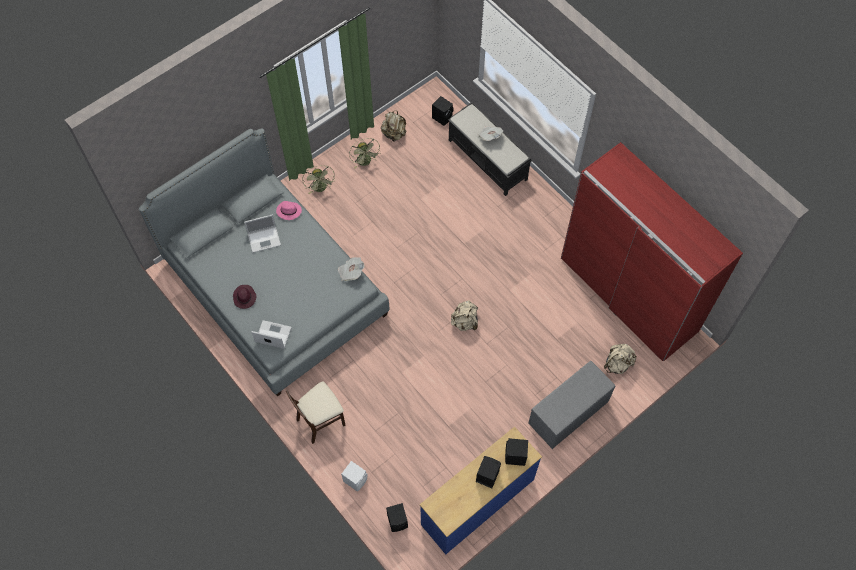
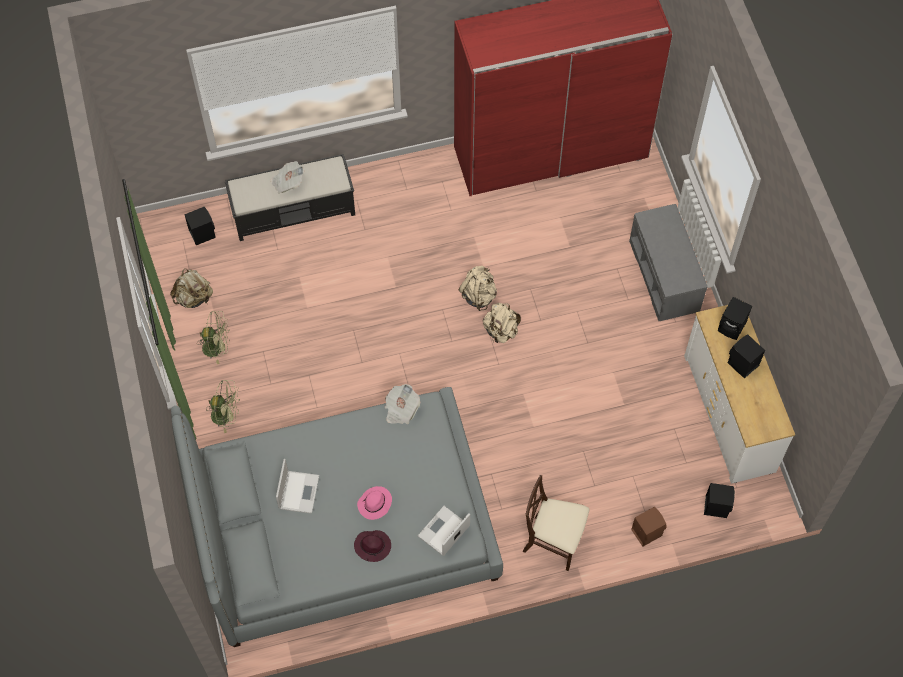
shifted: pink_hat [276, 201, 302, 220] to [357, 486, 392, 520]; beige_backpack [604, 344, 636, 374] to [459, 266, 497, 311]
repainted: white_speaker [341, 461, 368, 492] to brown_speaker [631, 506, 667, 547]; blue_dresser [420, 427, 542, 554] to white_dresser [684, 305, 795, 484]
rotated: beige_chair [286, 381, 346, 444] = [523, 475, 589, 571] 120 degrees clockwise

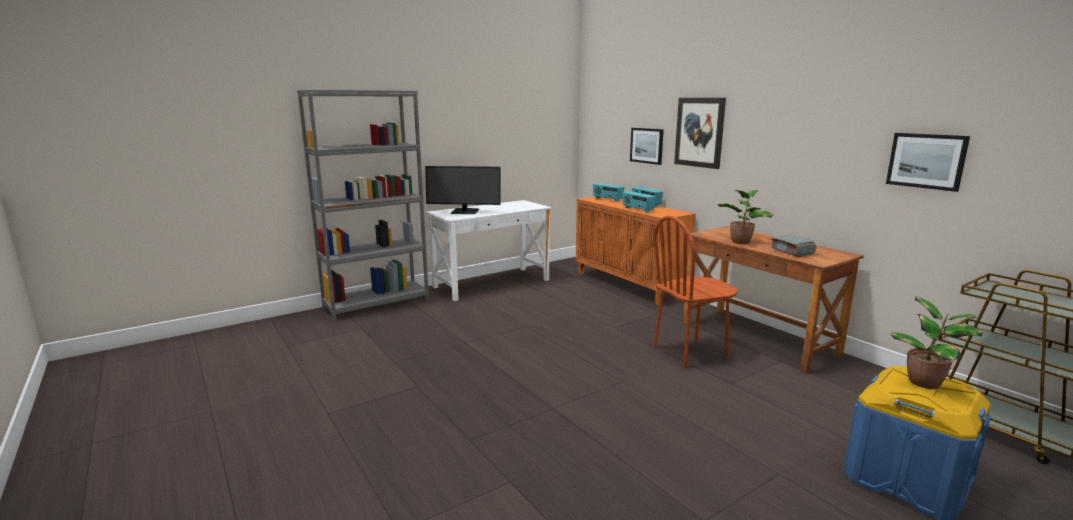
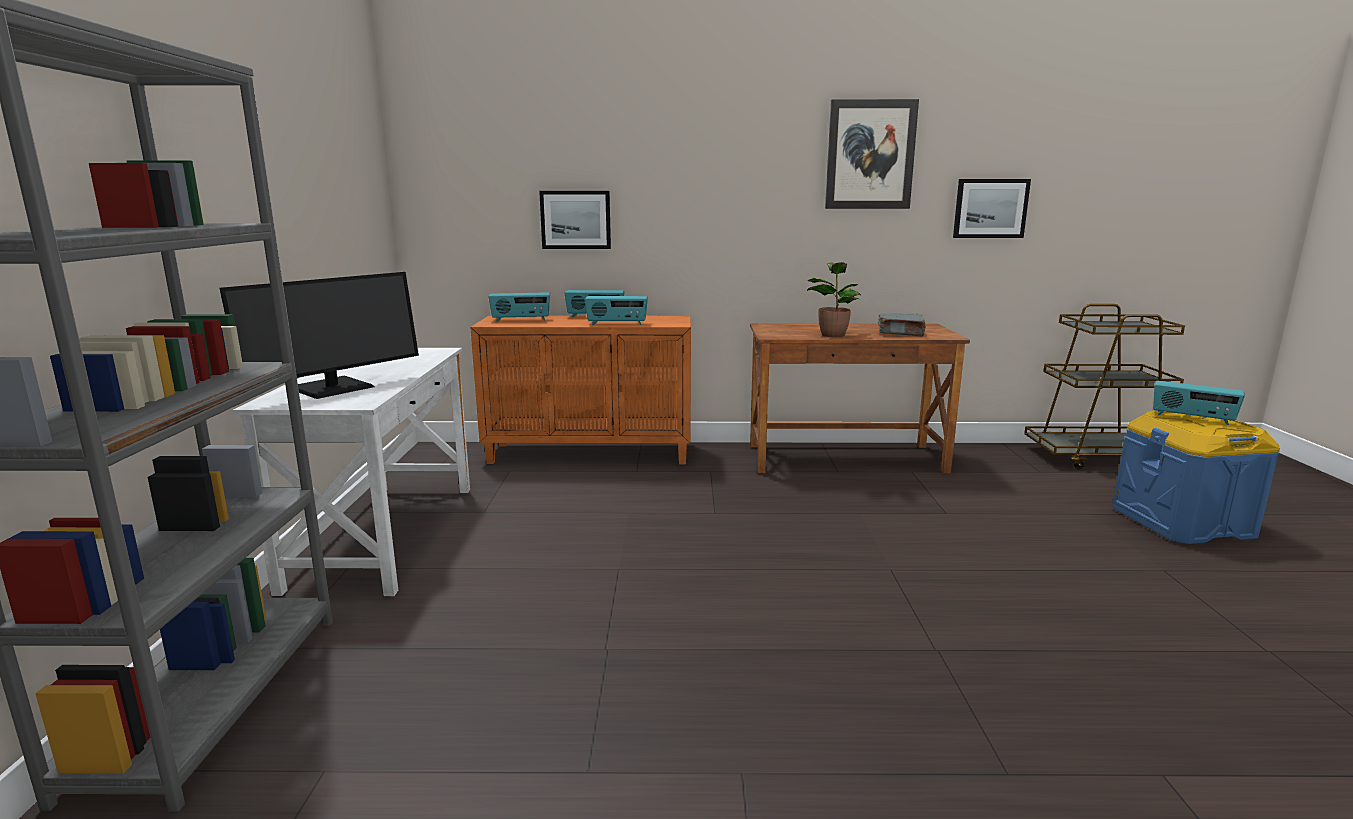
gone: brown_chair [653, 216, 738, 368]
shifted: picture [674, 98, 726, 169] to [825, 99, 919, 209]
swapped: potted_plant [891, 297, 982, 389] to radio [1153, 381, 1245, 425]

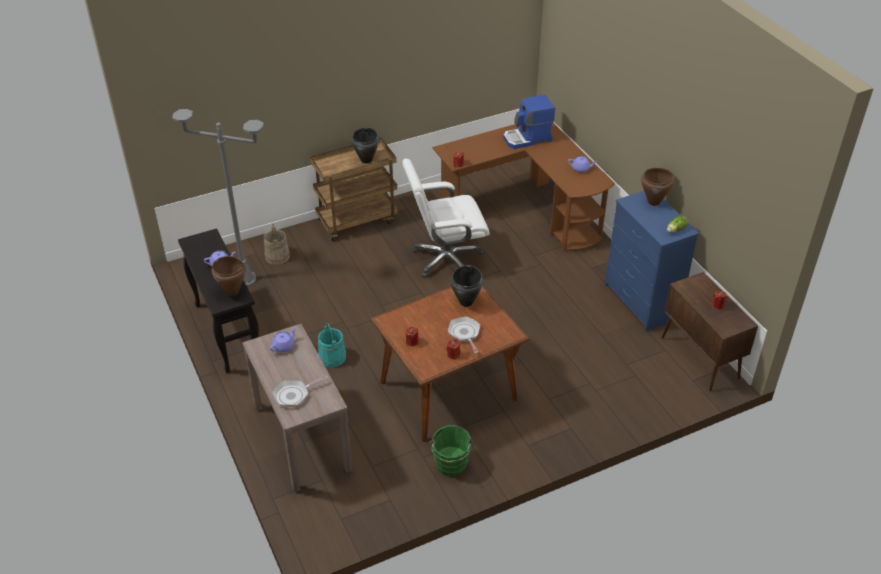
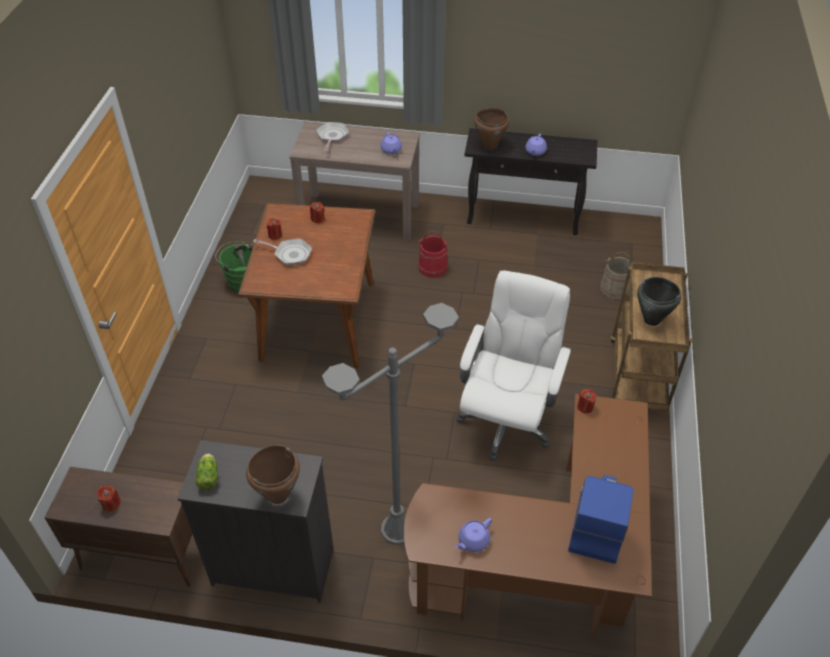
gone: black_cooking_pot [450, 265, 483, 307]
shifted: grey_floor_lamp [172, 109, 264, 287] to [322, 303, 459, 545]
repainted: turquoise_bucket [318, 323, 346, 367] to red_bucket [418, 231, 449, 278]; blue_dresser [605, 191, 699, 331] to black_dresser [177, 440, 334, 603]

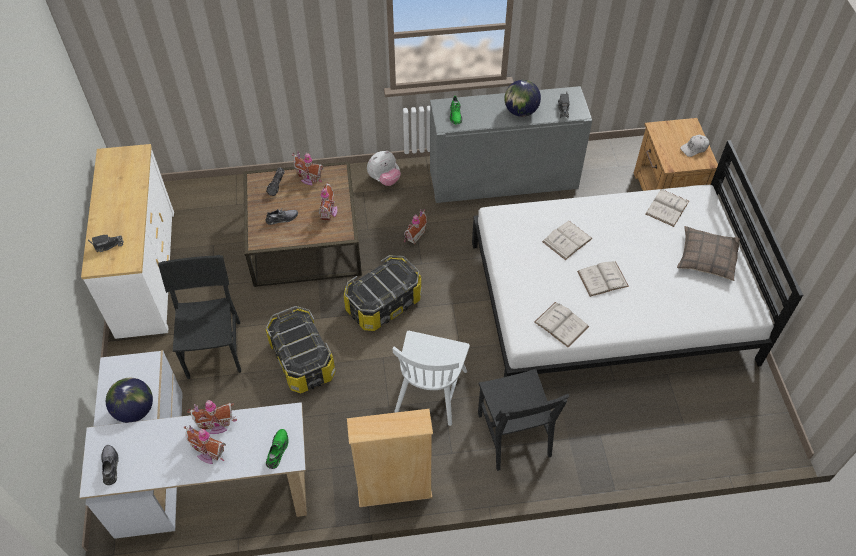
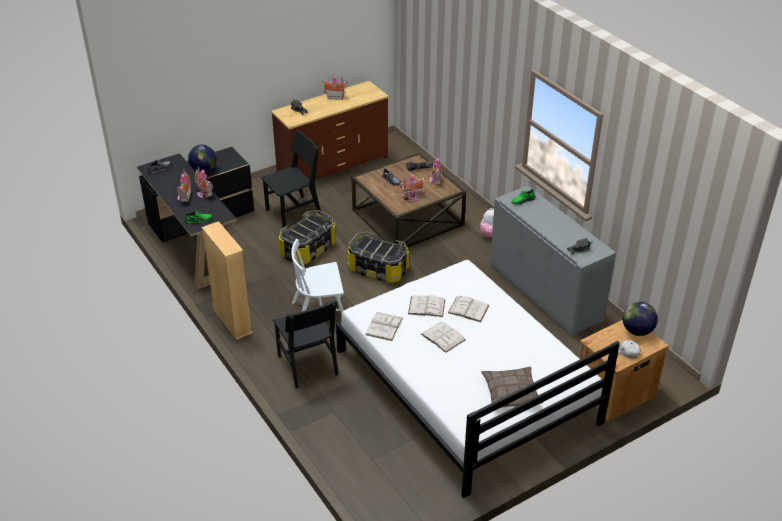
shifted: toy_house [404, 209, 427, 244] to [322, 75, 348, 100]; globe [504, 80, 541, 117] to [623, 302, 658, 336]; white_book [646, 189, 689, 227] to [408, 295, 445, 317]
repainted: white_desk [79, 350, 307, 539] to black_desk [137, 147, 254, 290]; white_dresser [81, 144, 174, 339] to brown_dresser [271, 81, 389, 180]
rotated: black_chair [478, 369, 570, 471] = [273, 300, 338, 389] 75 degrees counterclockwise

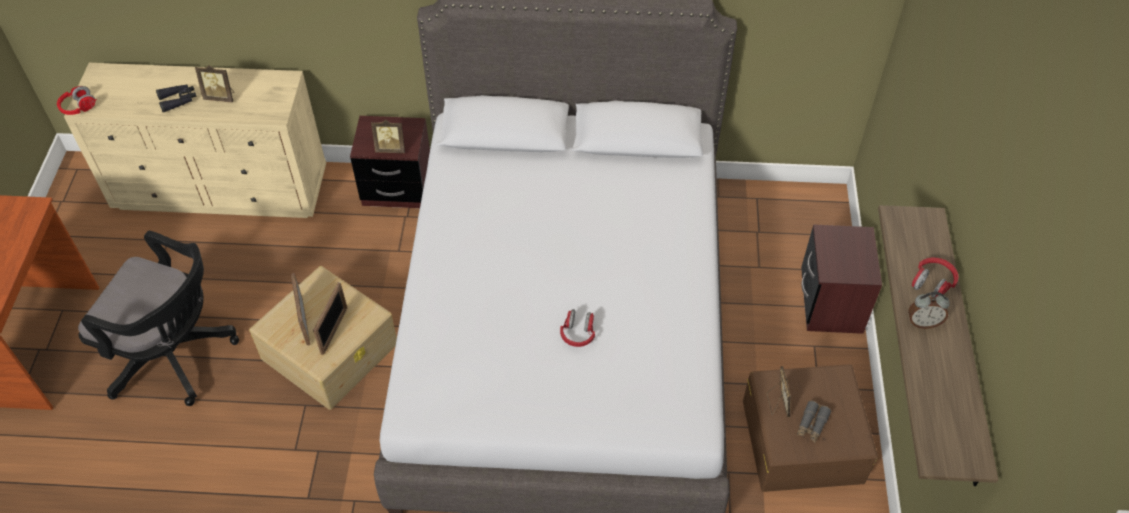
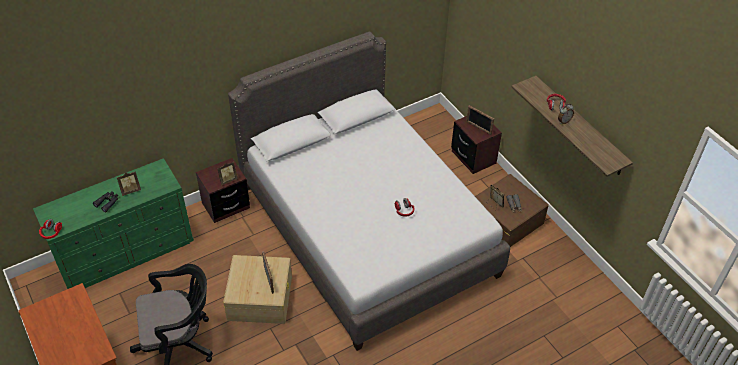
shifted: picture_frame [291, 273, 310, 345] to [466, 105, 494, 135]
repainted: beige_dresser [64, 63, 326, 218] to green_dresser [33, 158, 194, 289]

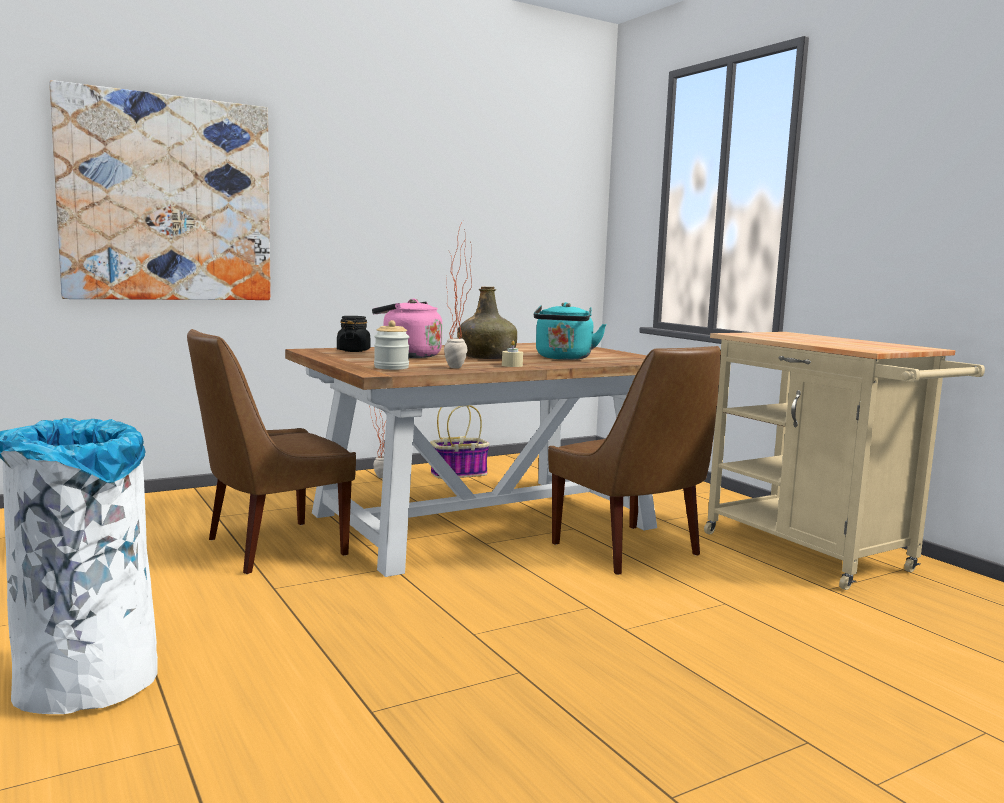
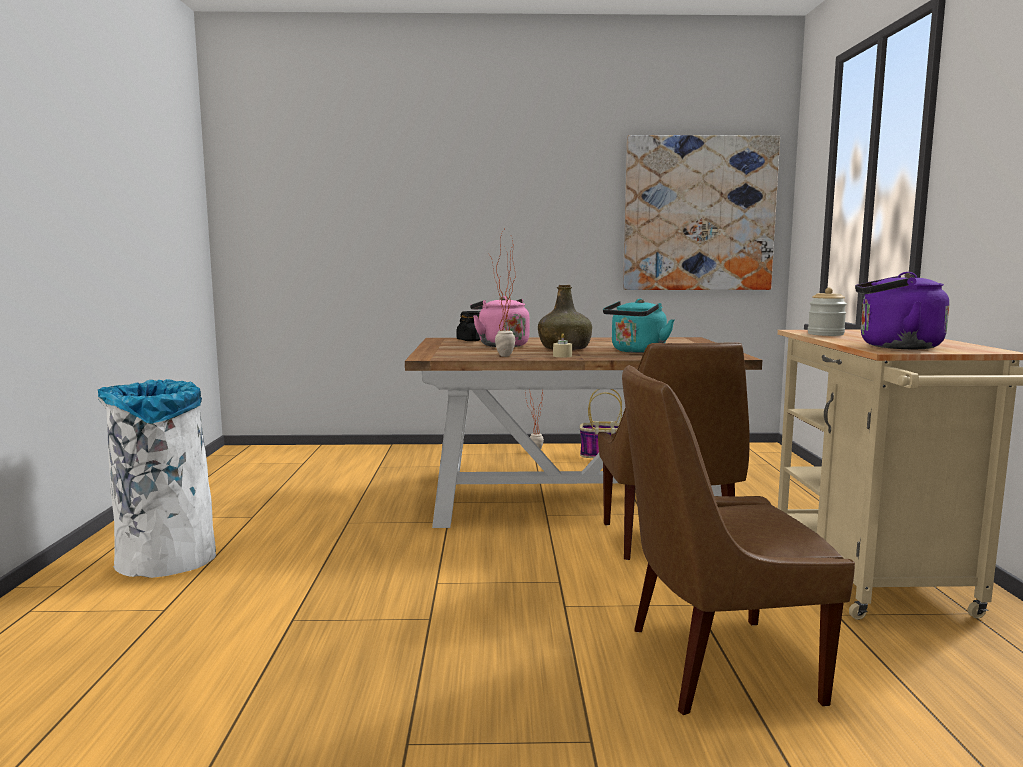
new: purple_kettle [855, 272, 949, 349]
shifted: picture [49, 80, 271, 300] to [623, 135, 780, 290]; brown_chair [187, 329, 356, 574] to [622, 365, 855, 715]; jar [374, 320, 409, 370] to [808, 288, 847, 336]

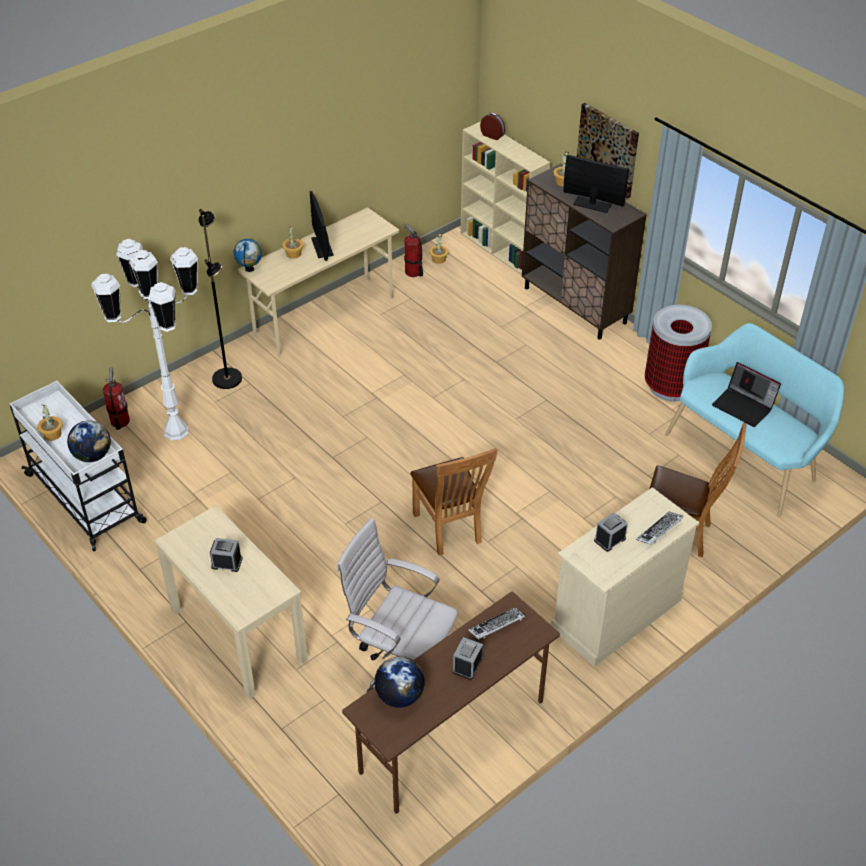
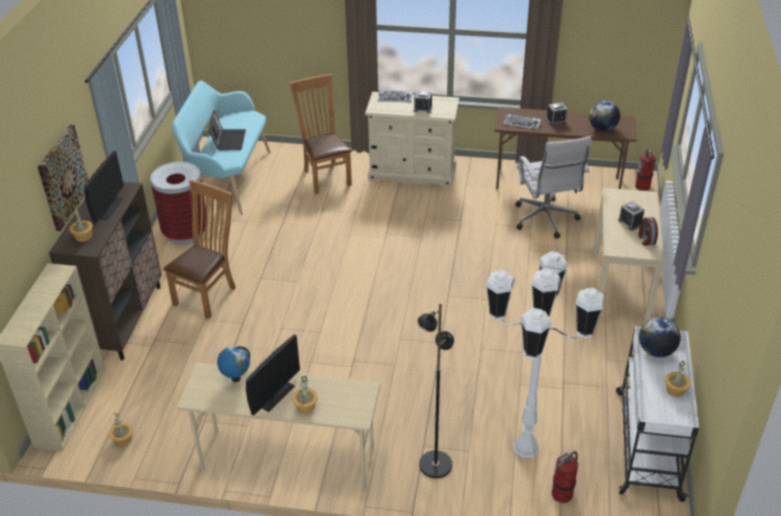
shifted: globe [234, 239, 262, 272] to [217, 346, 250, 382]; fire_extinguisher [404, 223, 423, 277] to [635, 148, 656, 191]; brown_chair [410, 448, 498, 555] to [163, 180, 236, 319]; alarm_clock [480, 113, 505, 140] to [638, 217, 658, 246]
rotated: monitor [564, 154, 629, 213] = [84, 151, 124, 223] 150 degrees counterclockwise

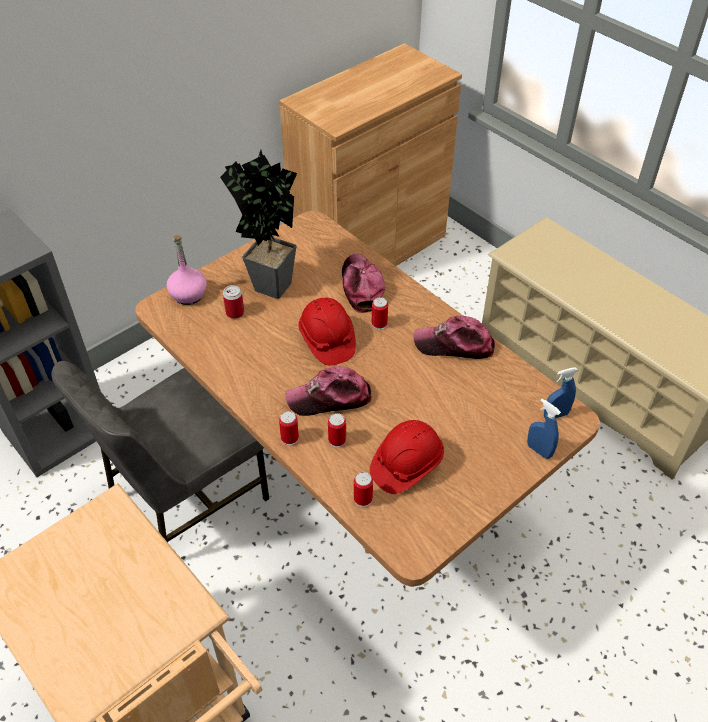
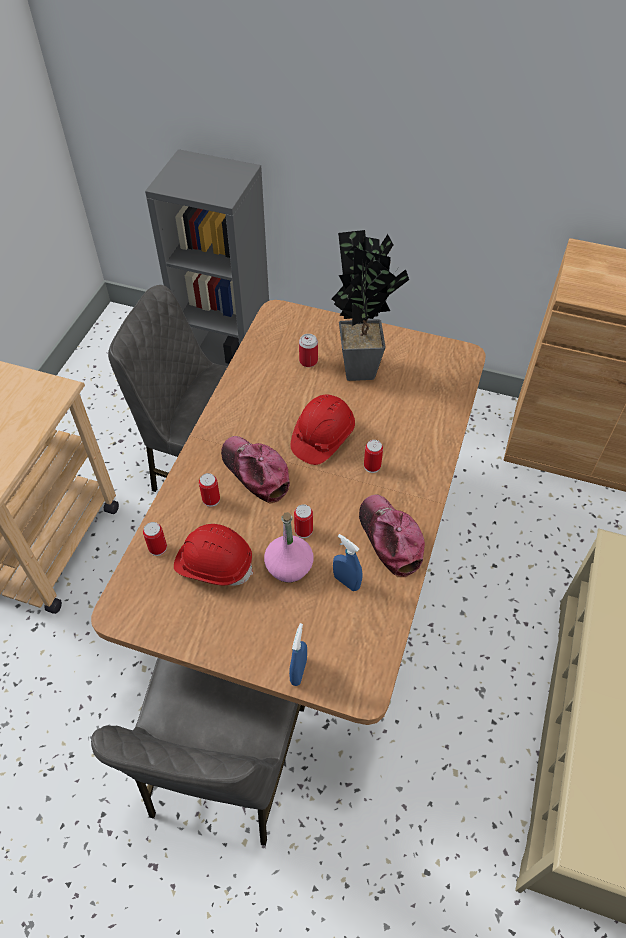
gone: cap [342, 254, 385, 313]
new: grey_chair [91, 658, 305, 846]
shifted: pink_bottle [166, 235, 207, 305] to [264, 512, 313, 583]; can [279, 411, 299, 445] to [294, 504, 313, 538]; blue_spray_bottle [544, 367, 578, 419] to [333, 534, 362, 591]

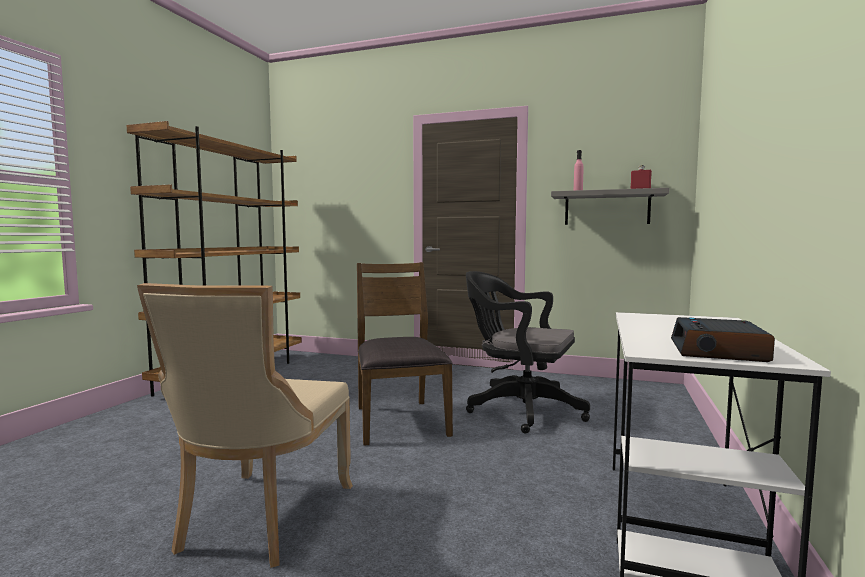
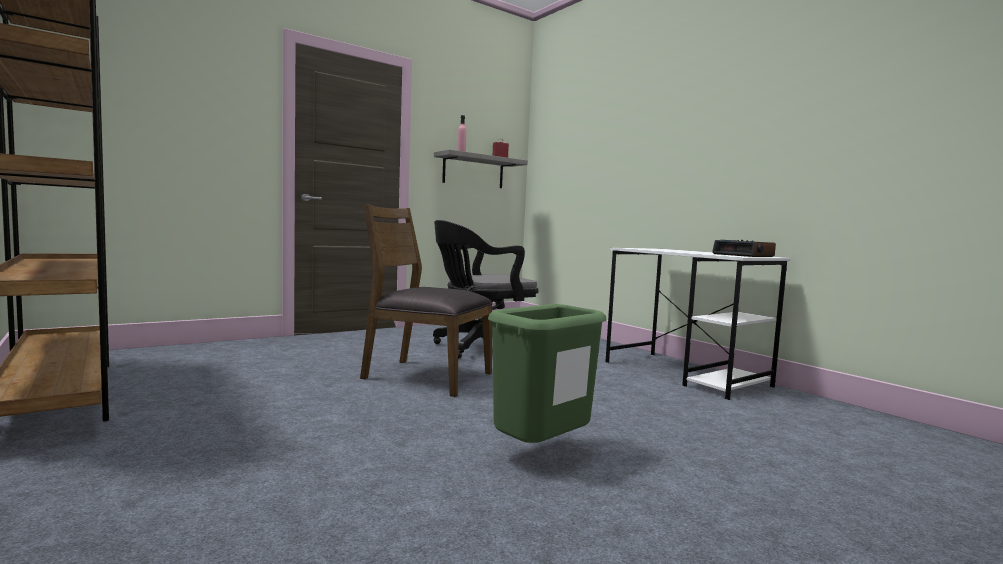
swapped: beige_chair [137, 283, 353, 568] to green_trash_can [488, 304, 607, 455]

